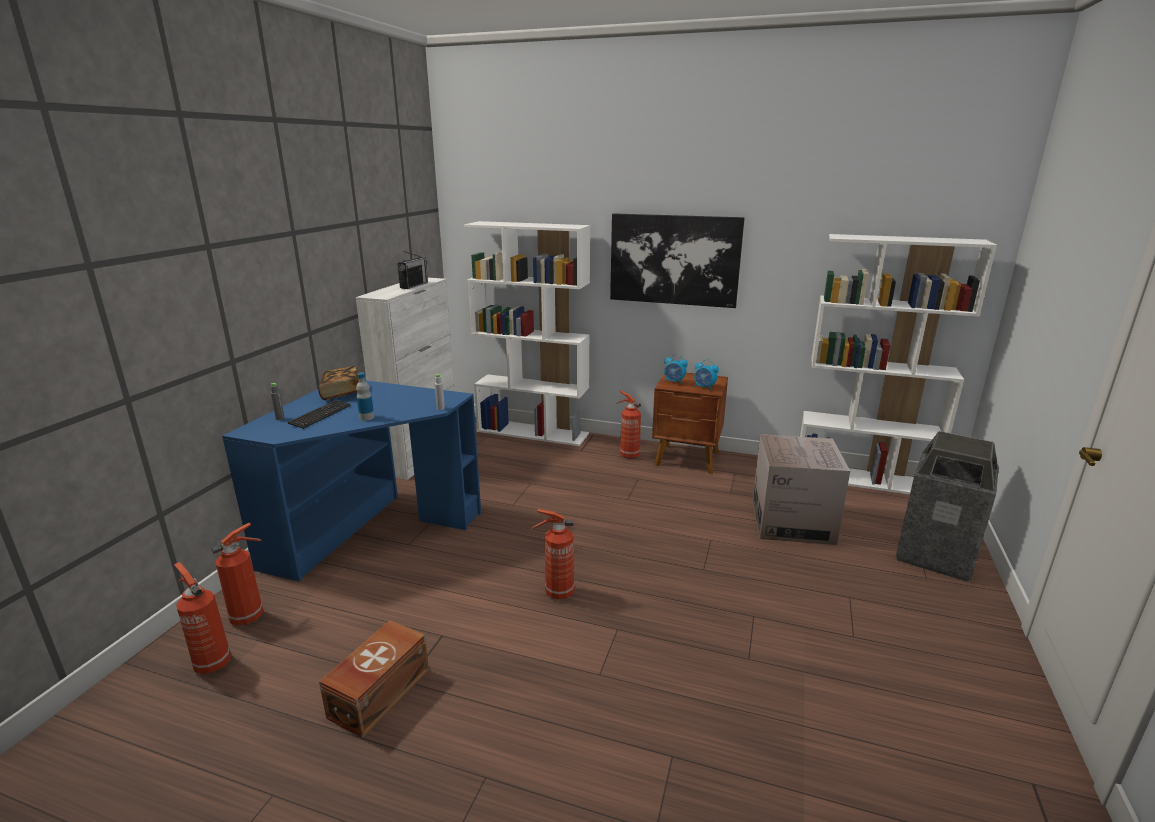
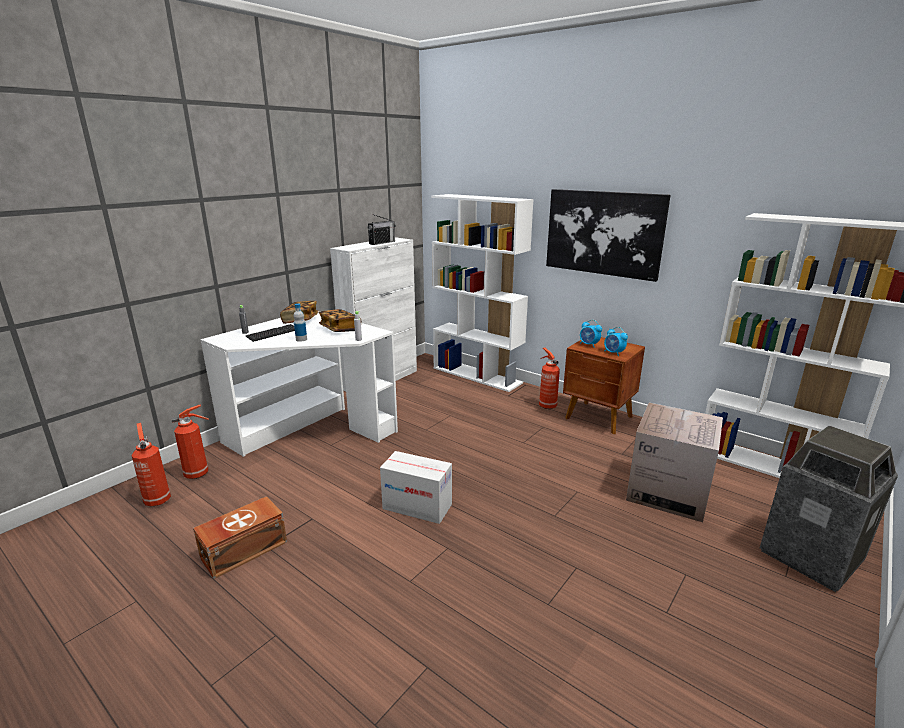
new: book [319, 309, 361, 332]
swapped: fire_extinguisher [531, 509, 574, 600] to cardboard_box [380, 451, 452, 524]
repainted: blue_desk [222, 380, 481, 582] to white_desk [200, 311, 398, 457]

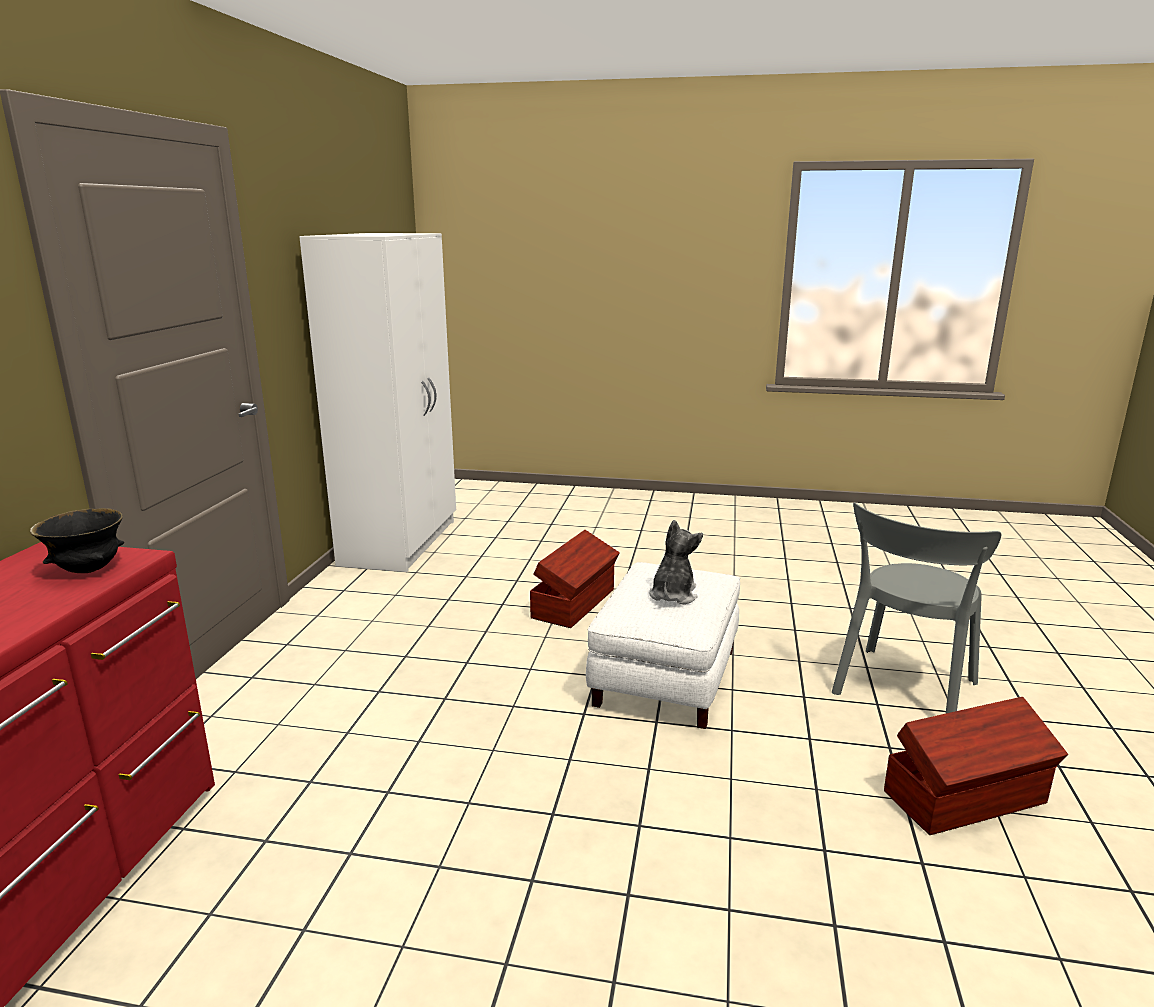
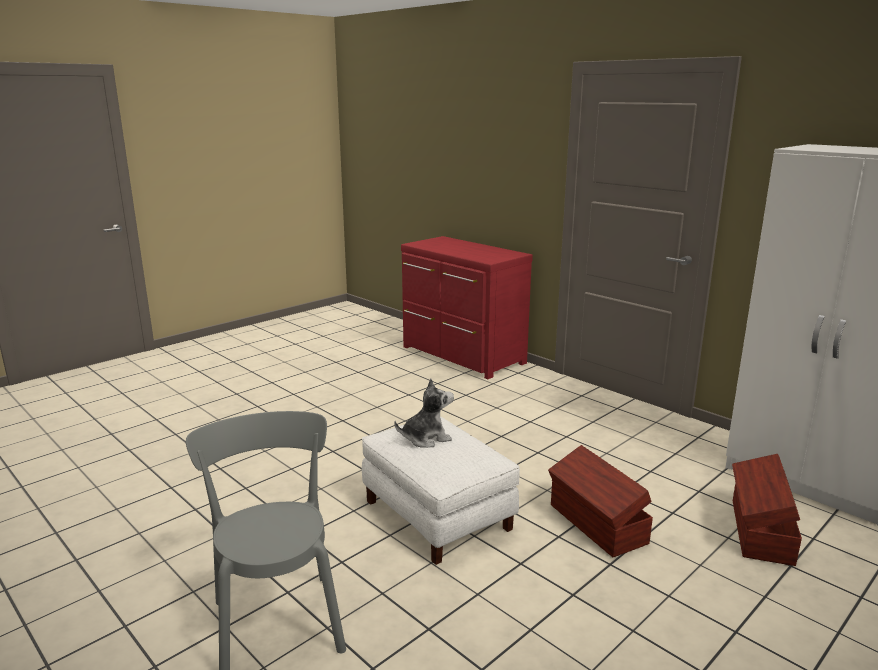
gone: black_bowl [30, 508, 124, 573]
shifted: brown_storage_box [884, 697, 1068, 835] to [732, 454, 802, 566]
rotated: plush_toy [649, 520, 703, 604] = [394, 378, 454, 448] 75 degrees counterclockwise

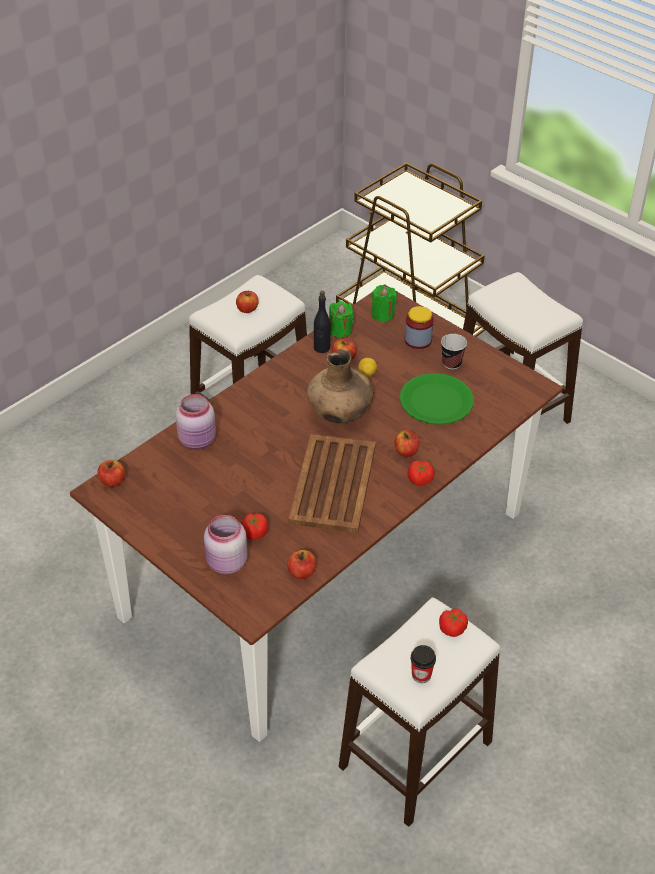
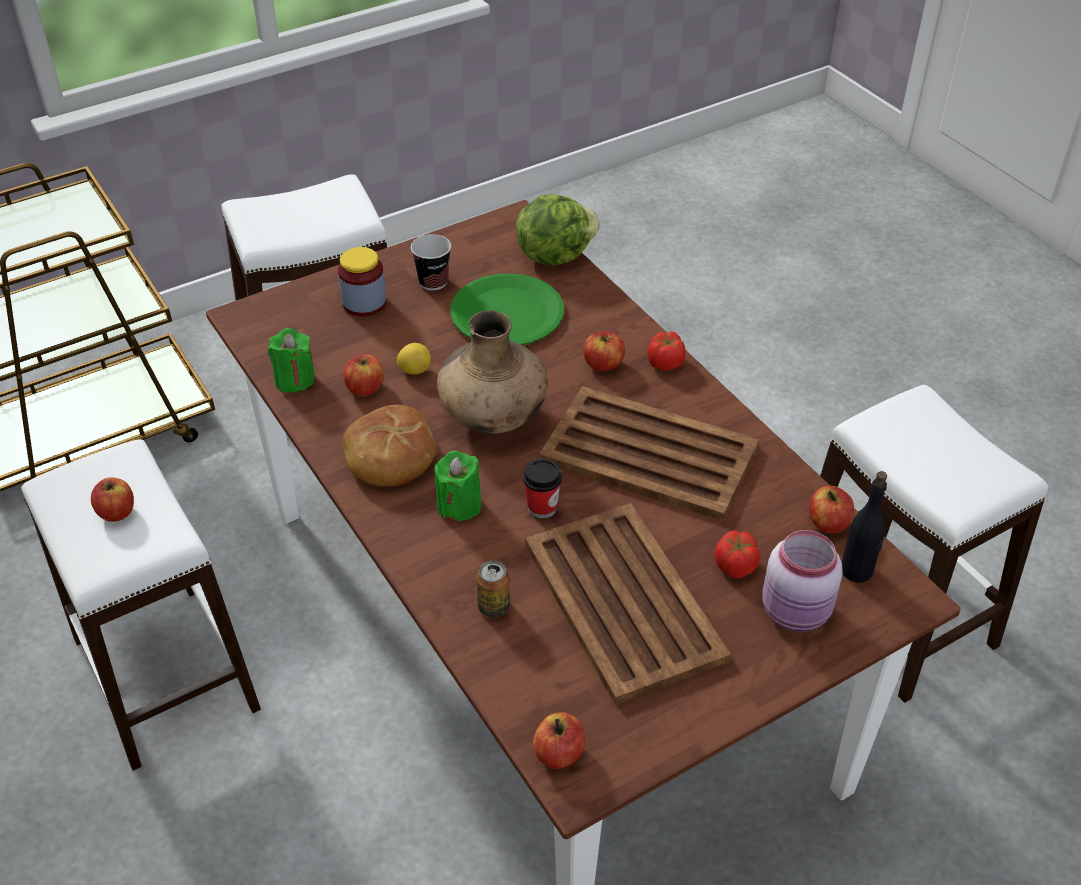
gone: tomato [439, 609, 468, 637]
new: bread [343, 405, 436, 487]; lettuce [516, 195, 600, 265]; brown_tray [525, 503, 731, 705]
shifted: black_bottle [314, 291, 330, 353] to [842, 471, 887, 583]; green_candle [371, 285, 397, 322] to [435, 451, 482, 521]; cup [411, 645, 436, 683] to [523, 458, 562, 518]
swapped: pink_jar [176, 394, 216, 450] to can [476, 560, 510, 617]

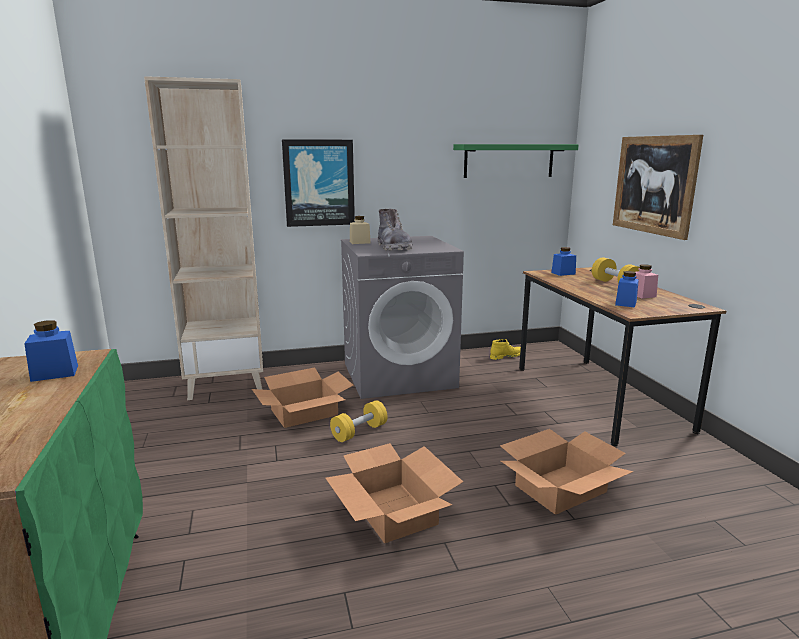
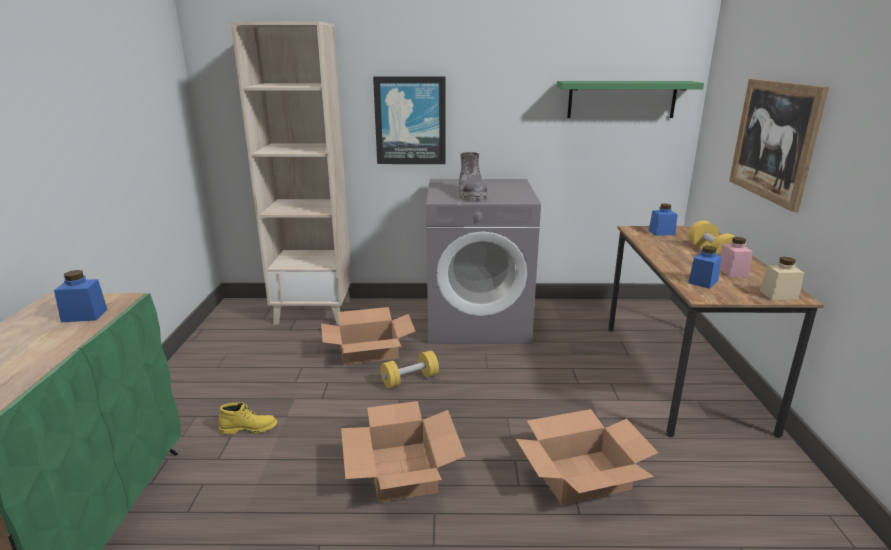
shifted: beige_jar [350, 216, 371, 244] to [760, 257, 804, 300]; yellow_boot [490, 339, 521, 360] to [218, 402, 277, 435]

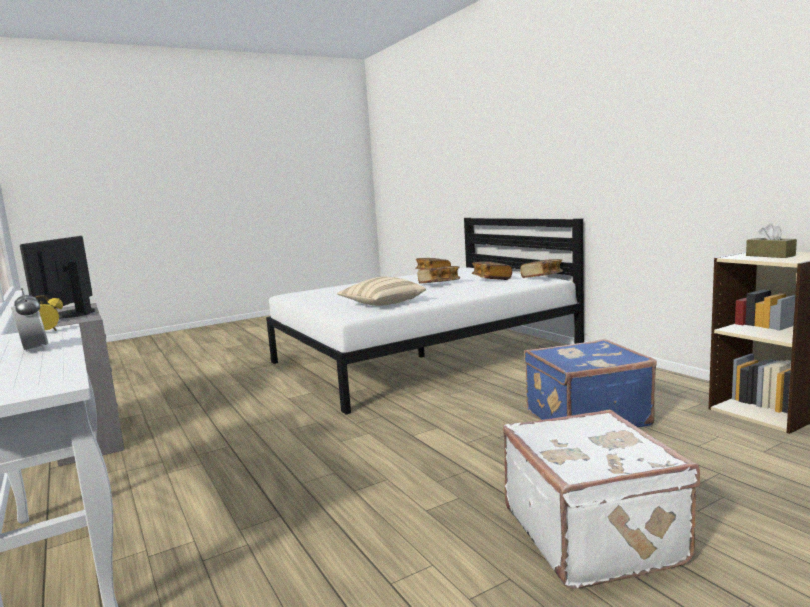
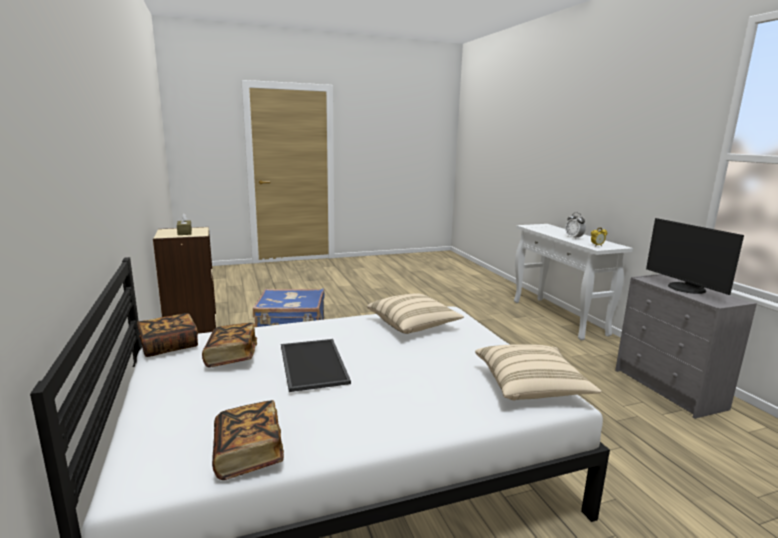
gone: white_suitcase [503, 410, 700, 589]
new: beige_pillow [475, 344, 601, 401]
swapped: book [417, 266, 460, 284] to tray [281, 339, 351, 392]
rotated: monitor [20, 236, 95, 318] = [646, 218, 744, 295] 150 degrees clockwise

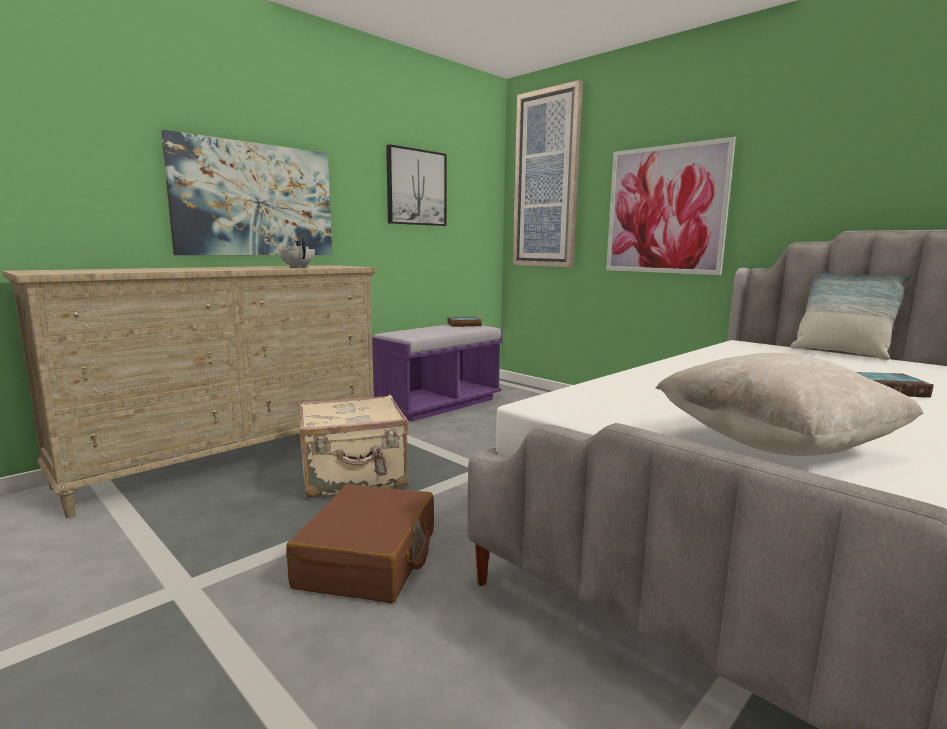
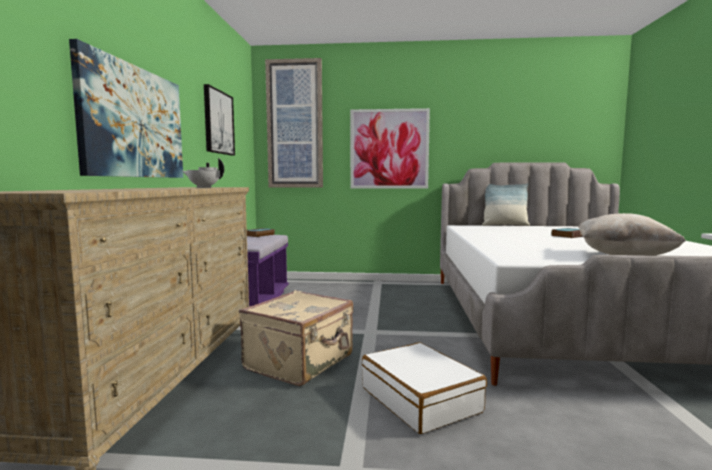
repainted: brown_suitcase [286, 484, 434, 603] to white_suitcase [362, 342, 487, 434]

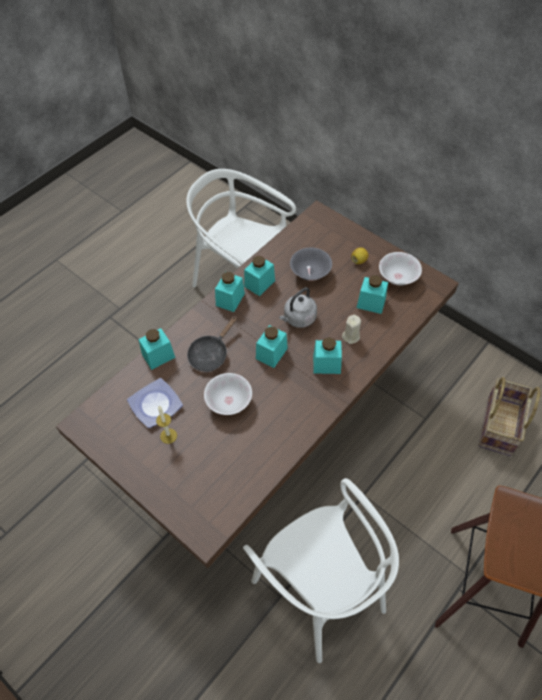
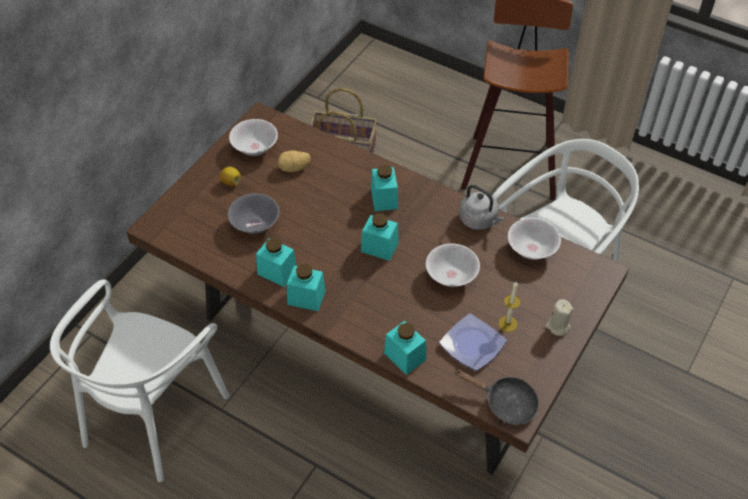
new: white_bowl [508, 218, 561, 260]
shifted: black_frying_pan [187, 316, 237, 372] to [454, 370, 539, 425]; grey_kettle [279, 287, 317, 328] to [459, 185, 505, 230]; beige_candle [342, 315, 361, 344] to [545, 299, 573, 336]
swapped: turquoise_jar [357, 275, 388, 314] to potato [278, 150, 311, 172]

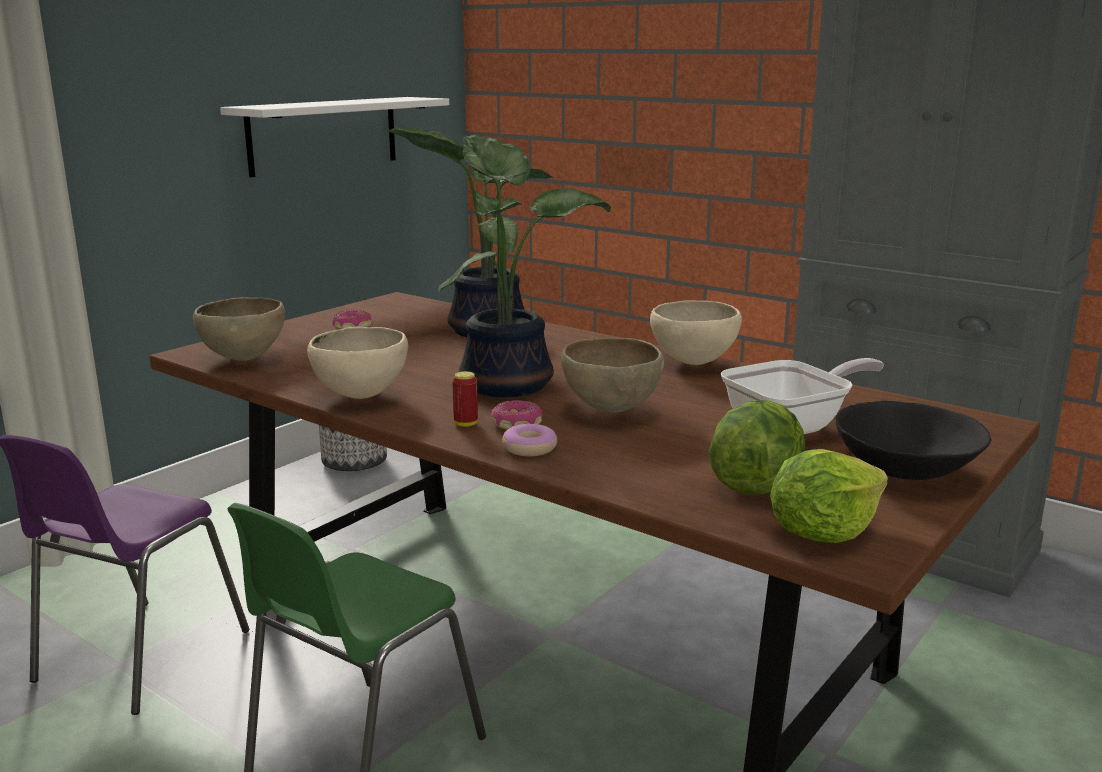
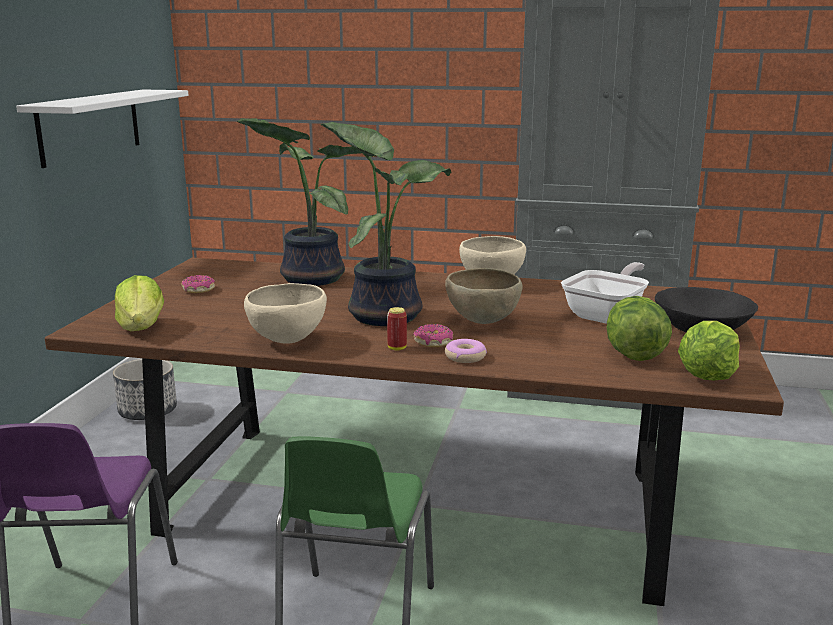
swapped: brown_bowl [193, 297, 285, 361] to lettuce [115, 275, 164, 331]

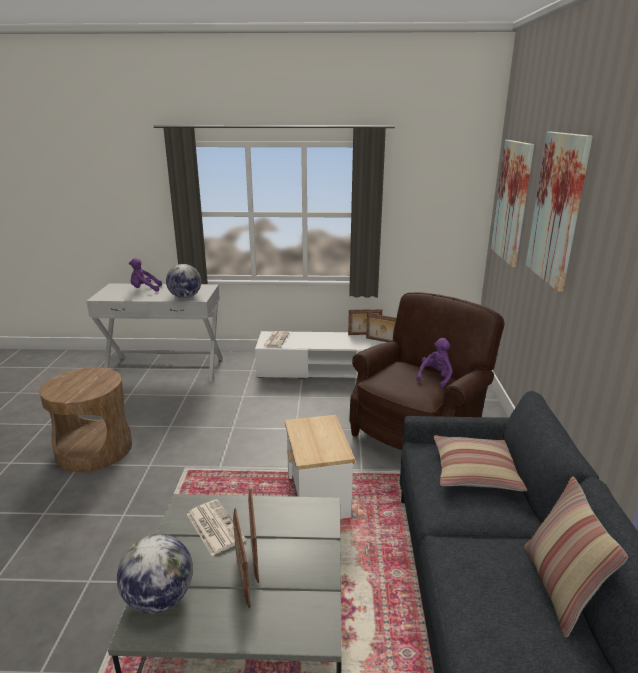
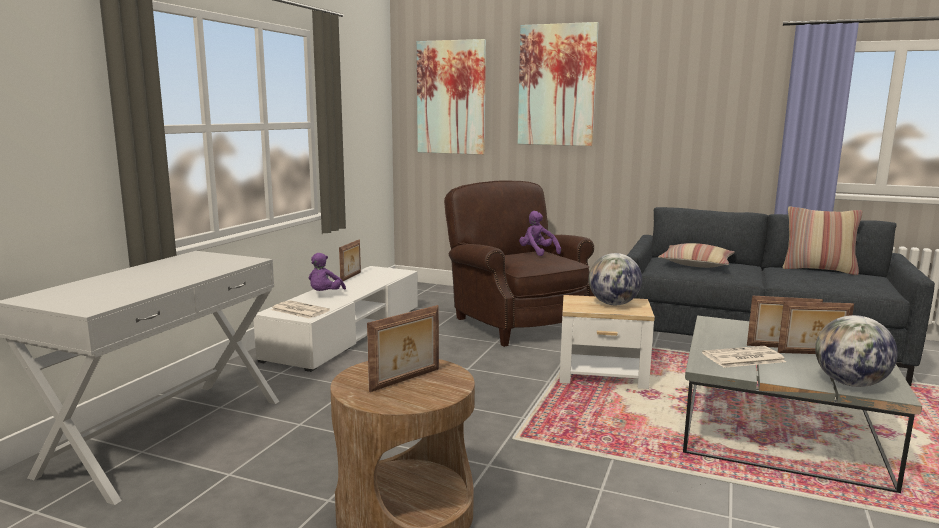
shifted: purple_plush_toy [129, 258, 162, 292] to [309, 253, 346, 291]; globe [166, 264, 201, 298] to [589, 253, 642, 305]; picture_frame [366, 313, 396, 342] to [367, 305, 439, 392]

